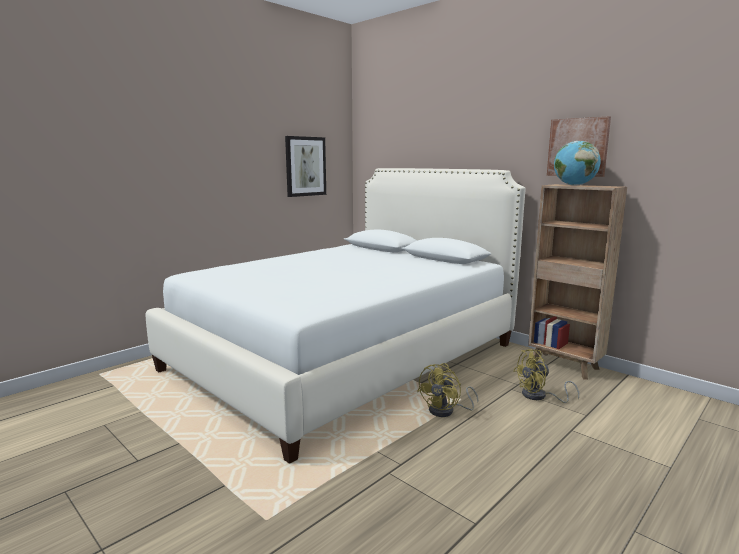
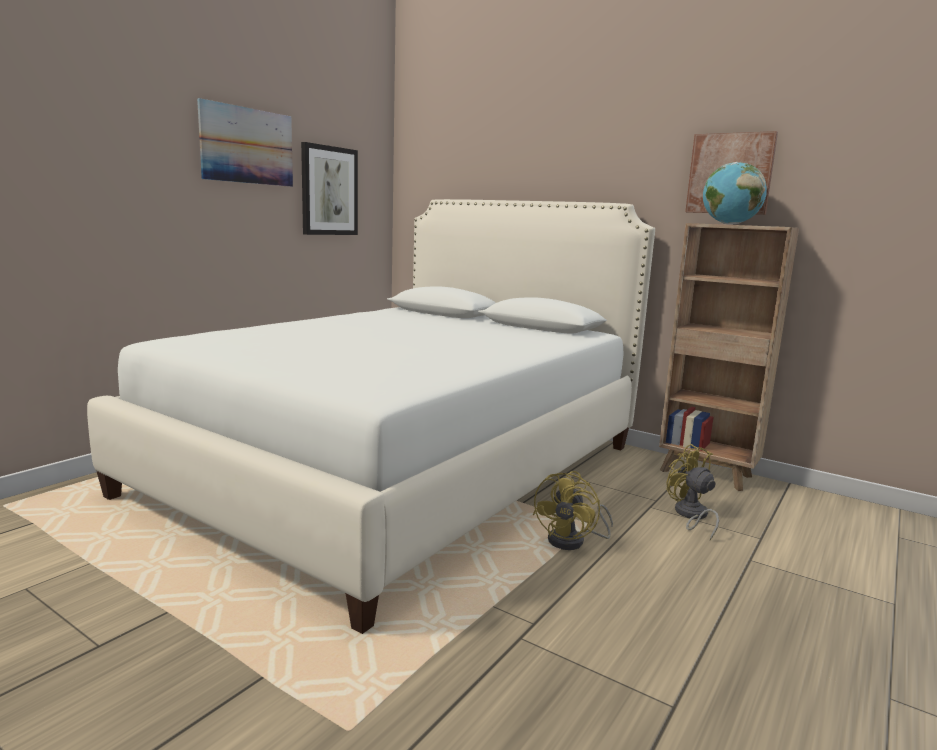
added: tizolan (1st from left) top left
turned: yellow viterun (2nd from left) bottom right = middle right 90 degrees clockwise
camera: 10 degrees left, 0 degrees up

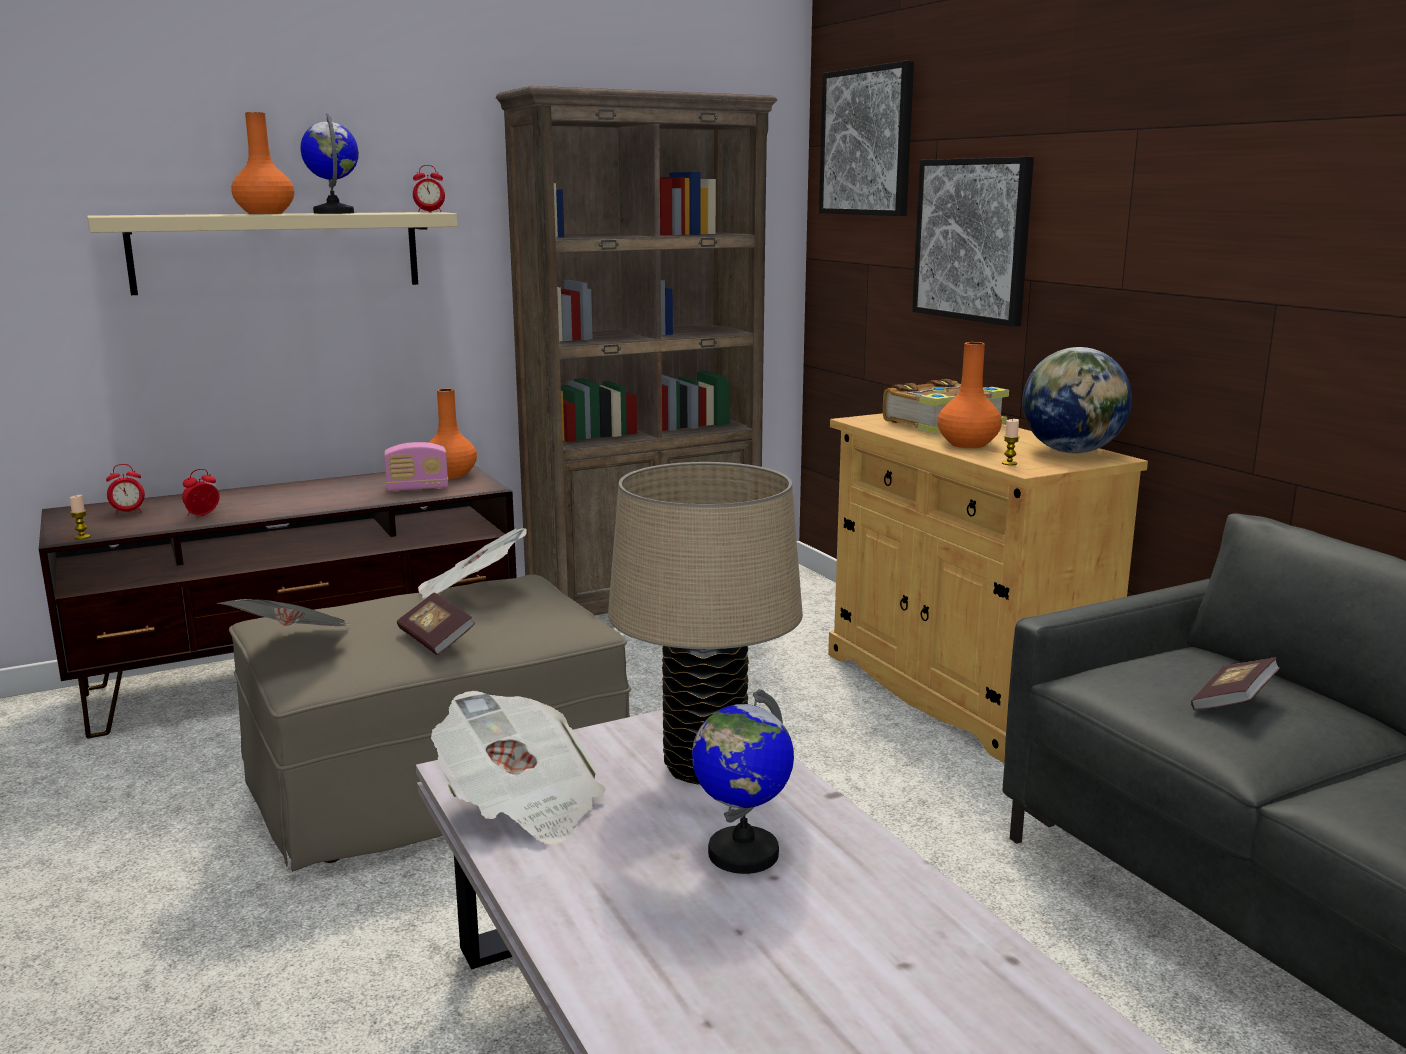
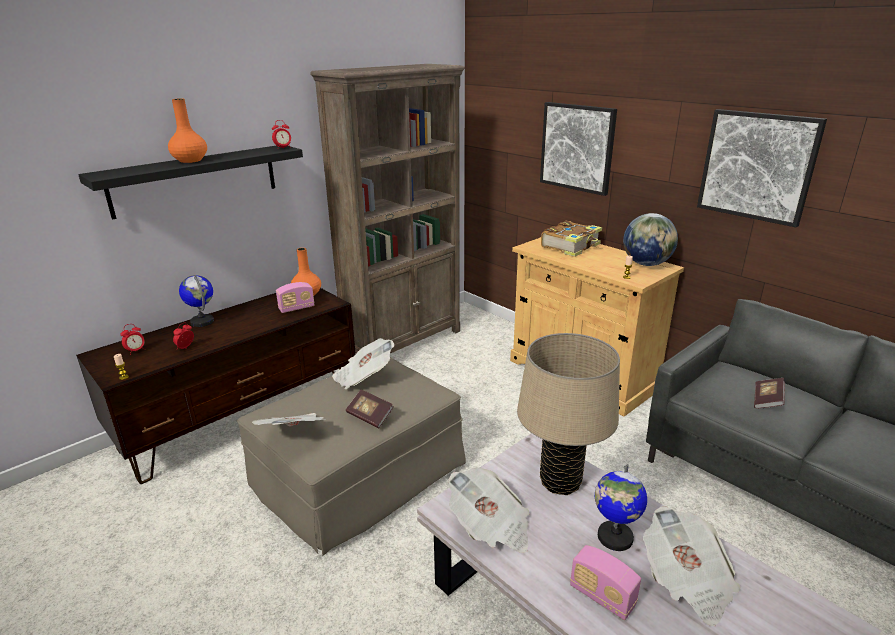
removed: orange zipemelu (3rd from left) middle right
added: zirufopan (4th from left) bottom right; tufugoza (2nd from left) bottom right
moved: tizolan (1st from left in the first image) top centre to tizolan (2nd from left) top right; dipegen (1st from left) top left to middle left
recoloured: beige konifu top left to black konifu top left
camera: 15 degrees left, 10 degrees up

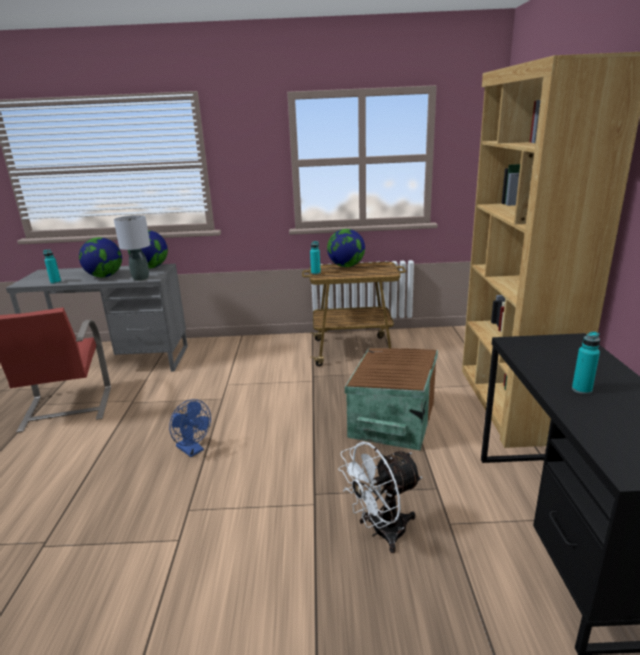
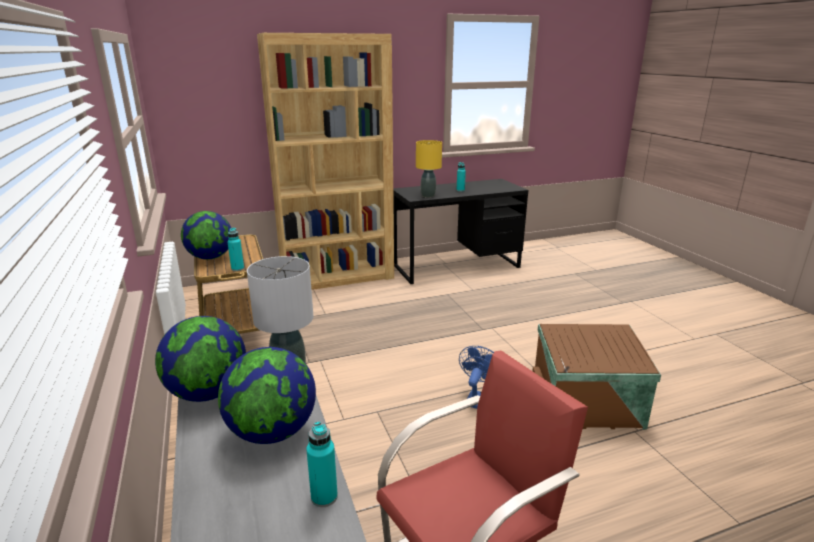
removed: white viterun bottom centre
added: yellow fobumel top centre
moved: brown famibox centre to bottom right
camera: 110 degrees left, 0 degrees up

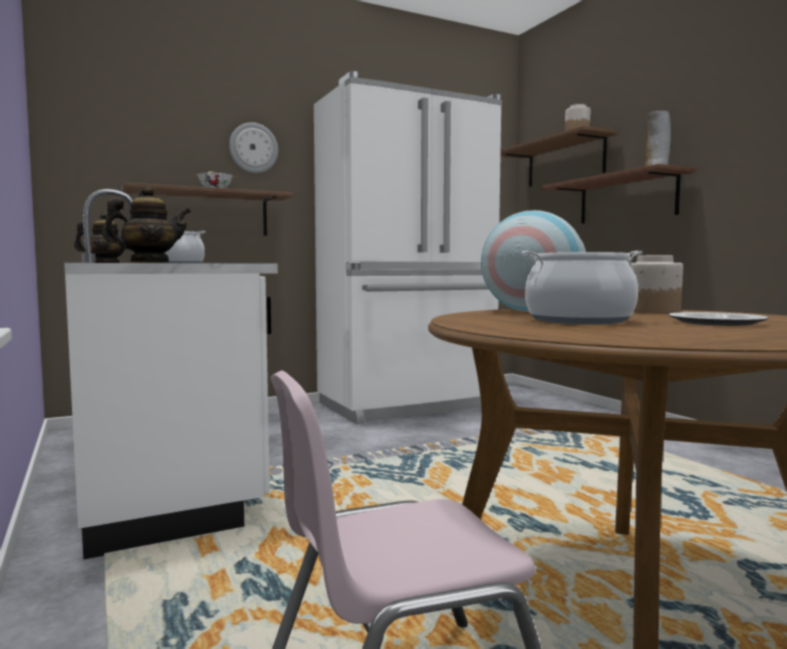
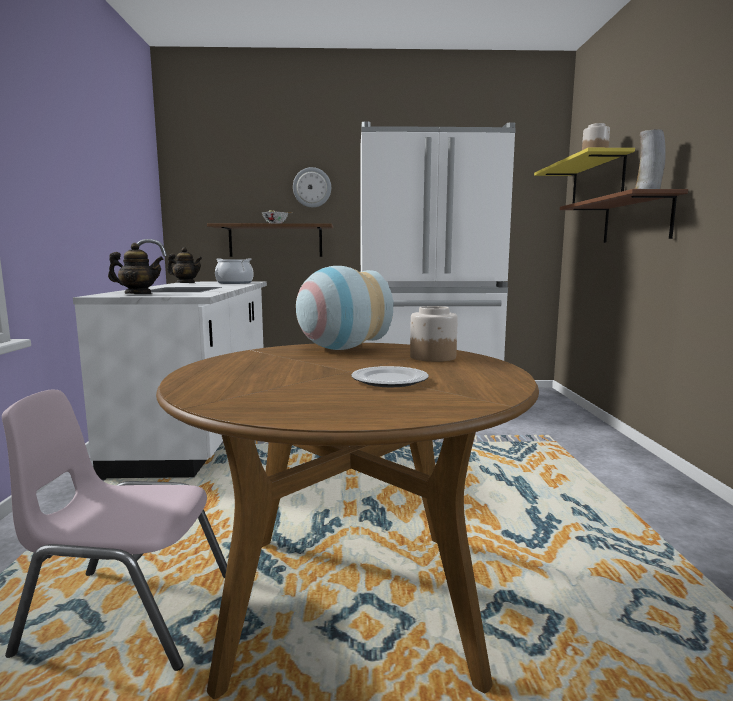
removed: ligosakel (2nd from left) middle right
recoloured: brown konifu (2nd from left) top right to yellow konifu top right
camera: 25 degrees right, 5 degrees up

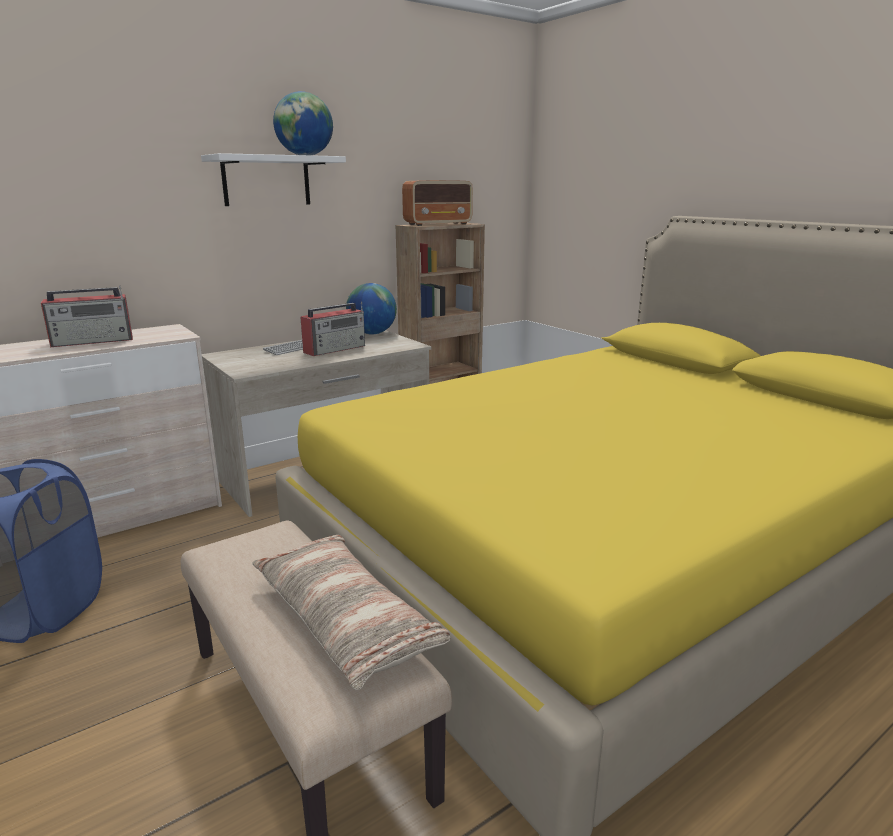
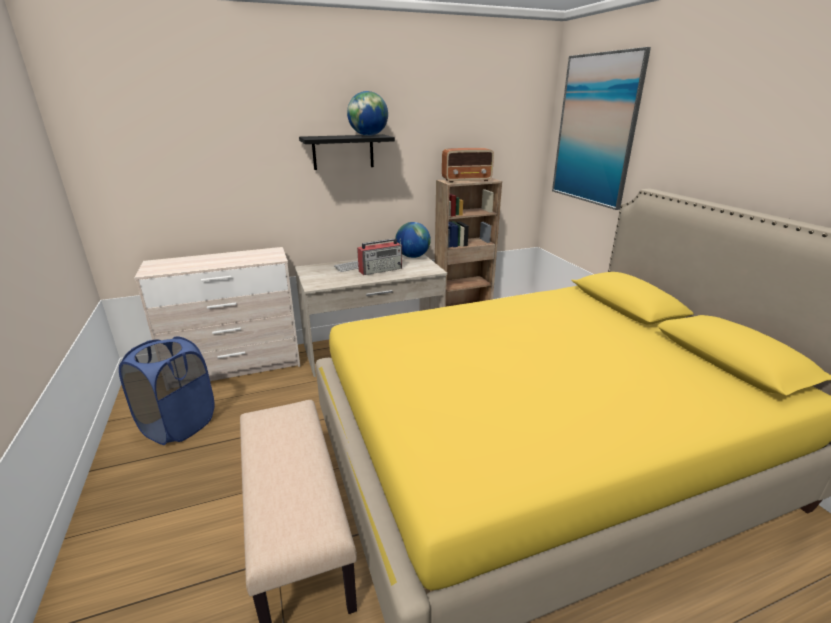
removed: tufugoza (1st from left) middle left; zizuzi bottom centre
added: tizolan top right
recoloured: white konifu top left to black konifu top centre
camera: 15 degrees right, 5 degrees up

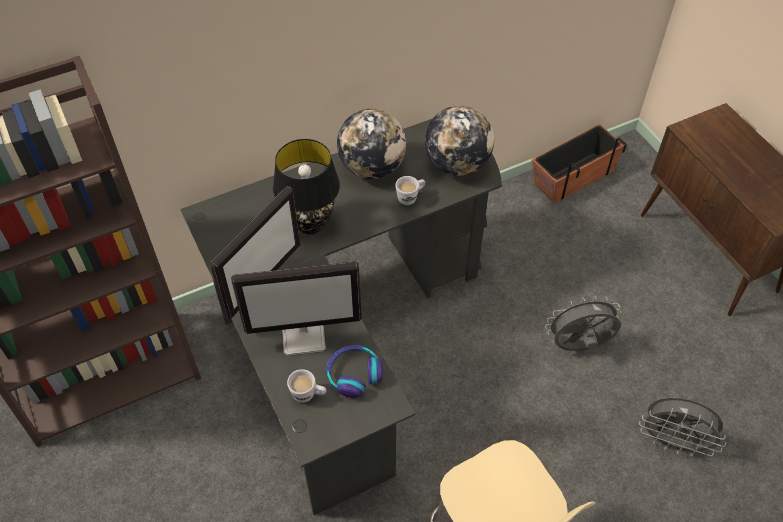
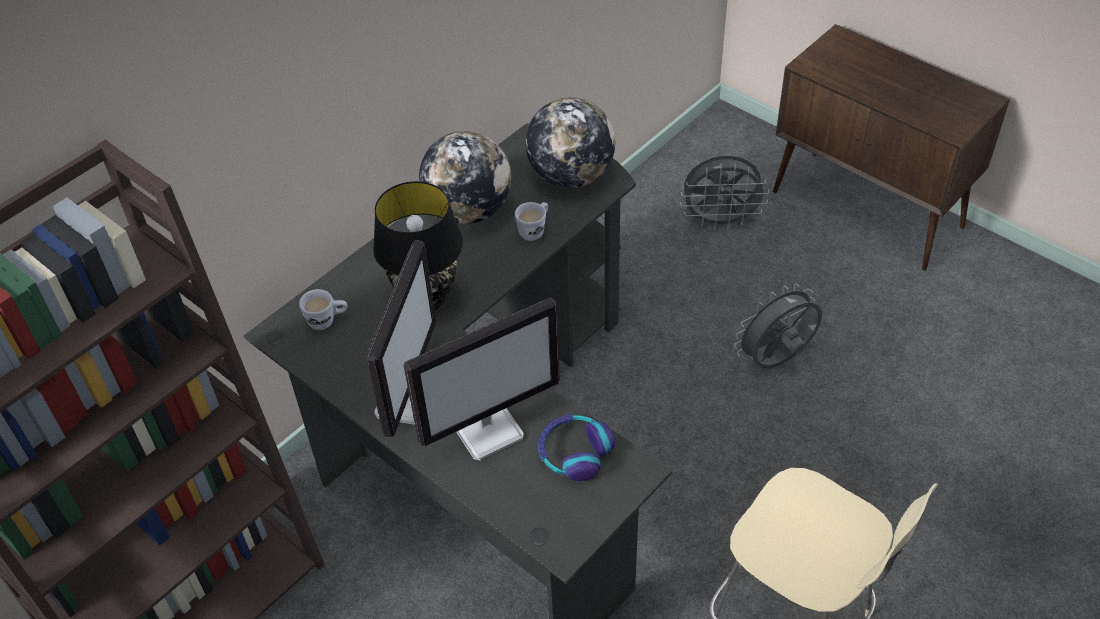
removed: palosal top right
moved: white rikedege (1st from left) bottom centre to middle left; grey viterun (2nd from left in the first image) bottom right to grey viterun (1st from left) top centre
camera: 20 degrees left, 5 degrees down

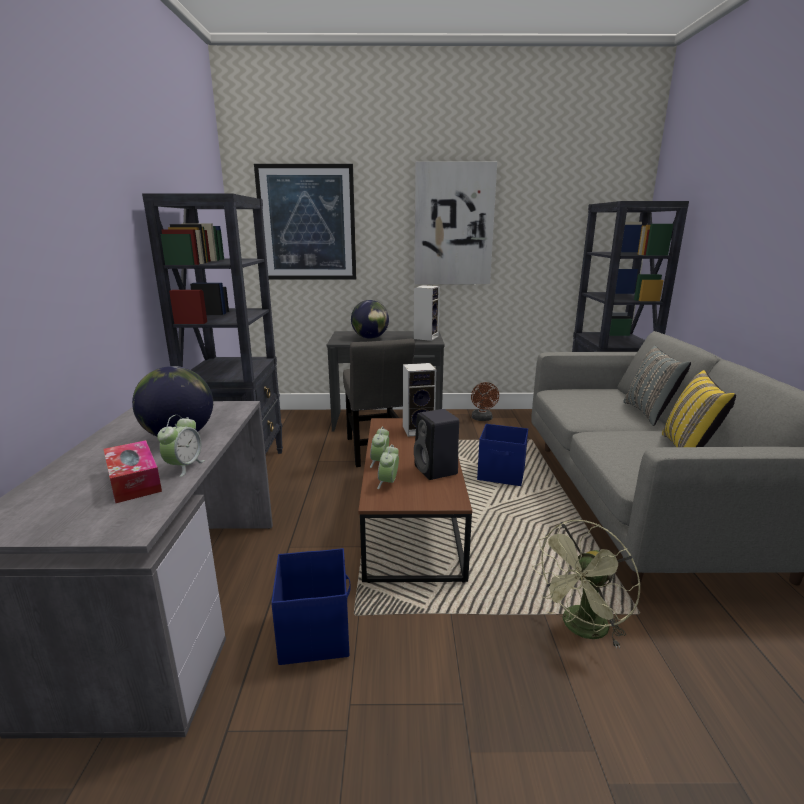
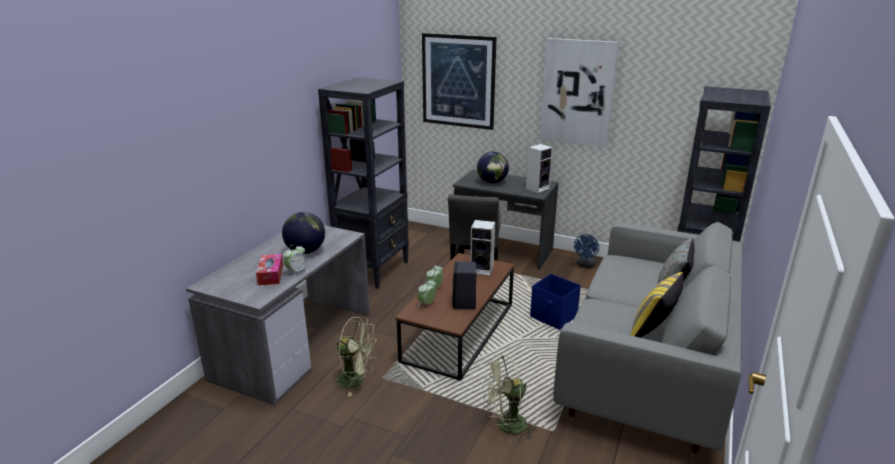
replaced: blue famibox (1st from left) bottom centre to green viterun (1st from left) bottom centre
recoloured: brown viterun centre to blue viterun centre
camera: 25 degrees right, 5 degrees up

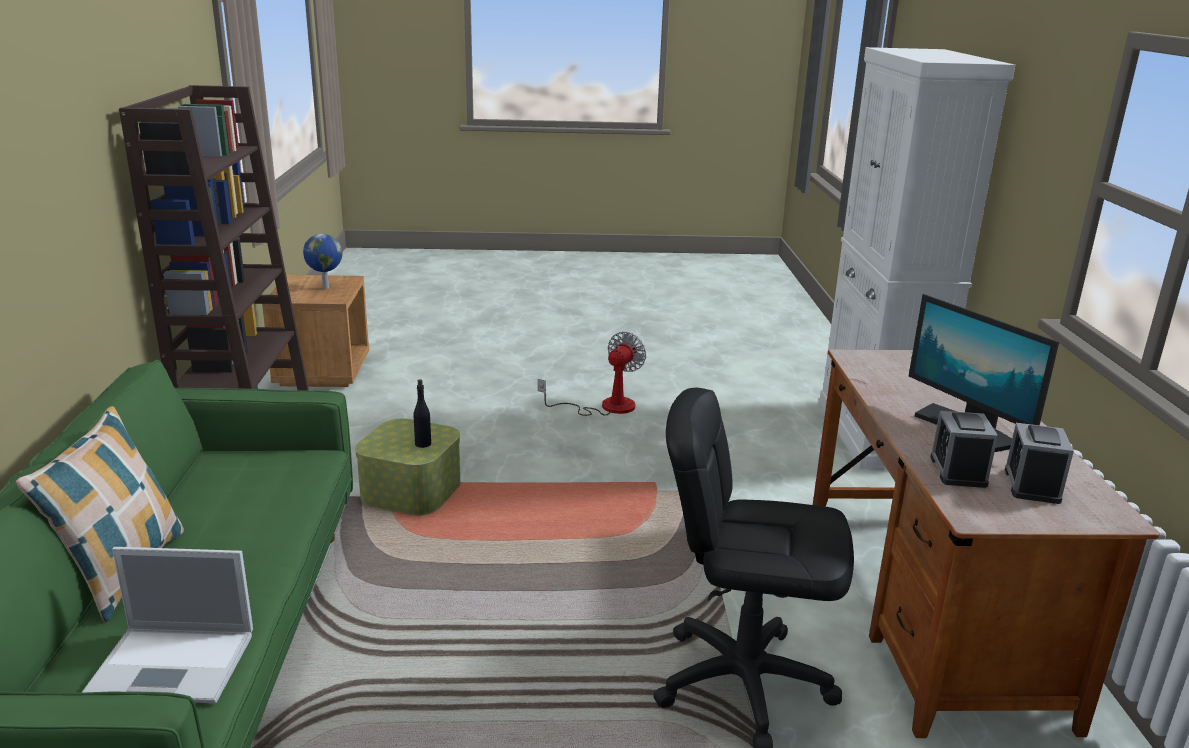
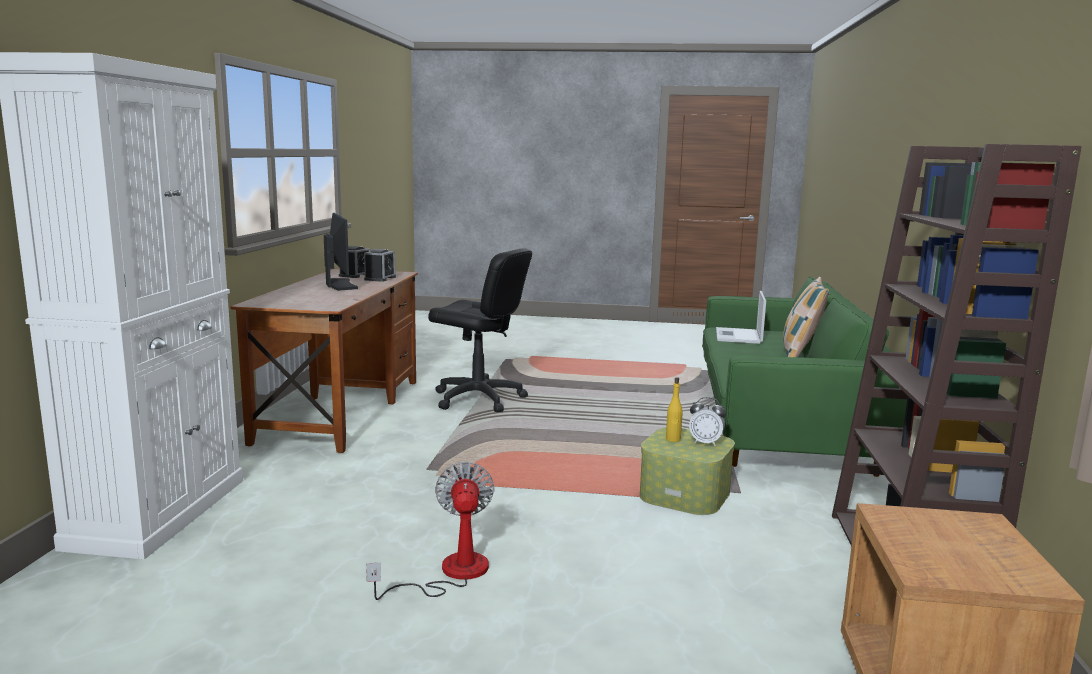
removed: dipegen middle left
added: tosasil (3rd from left) centre
recoloured: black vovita centre to yellow vovita centre
turned: viterun centre = bottom centre 135 degrees clockwise; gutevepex bottom left = middle right 90 degrees counterclockwise
camera: 170 degrees left, 10 degrees down

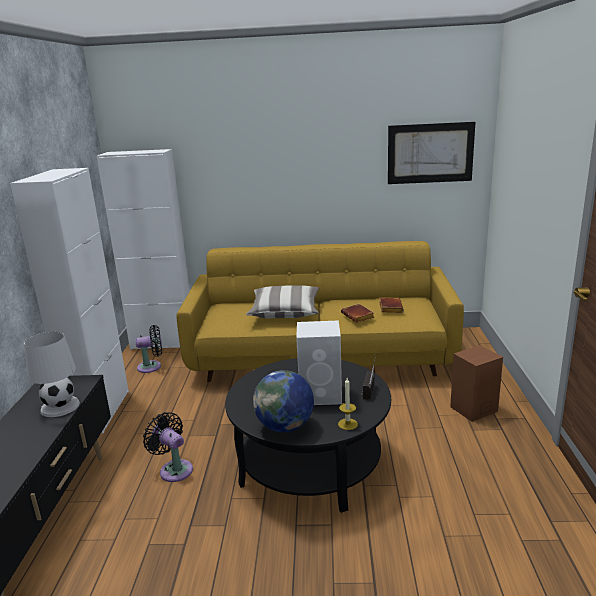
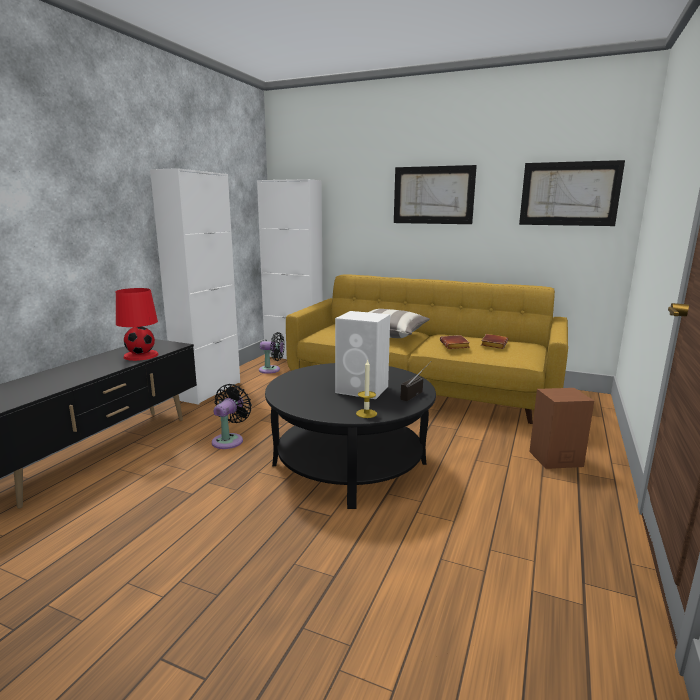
removed: dipegen bottom centre
added: tizolan (1st from left) top centre
recoloured: white fobumel middle left to red fobumel middle left
turned: black viterun (2nd from left in the first image) bottom left = middle left 45 degrees clockwise
camera: 20 degrees right, 5 degrees down

